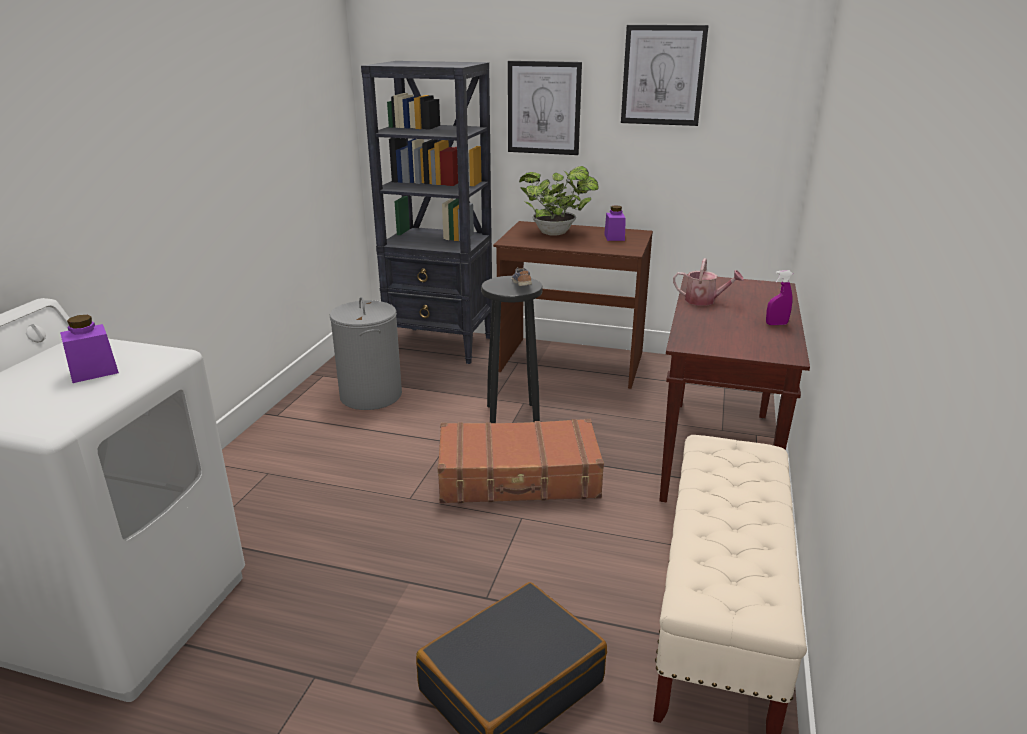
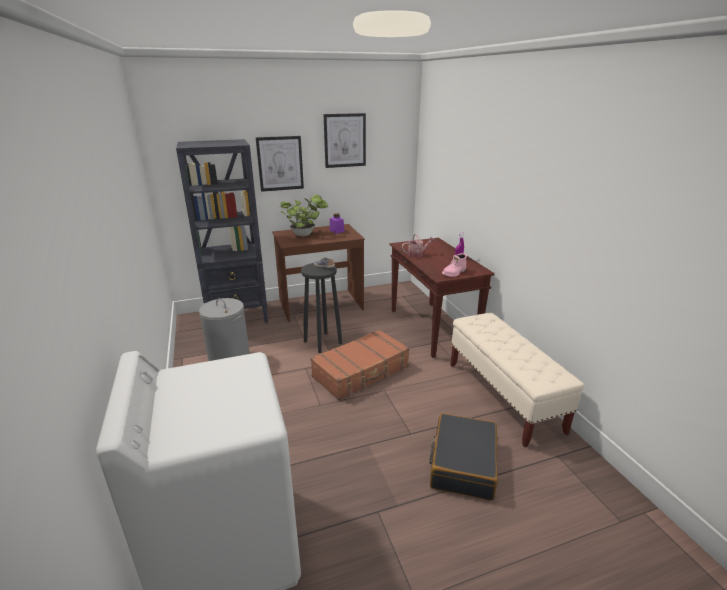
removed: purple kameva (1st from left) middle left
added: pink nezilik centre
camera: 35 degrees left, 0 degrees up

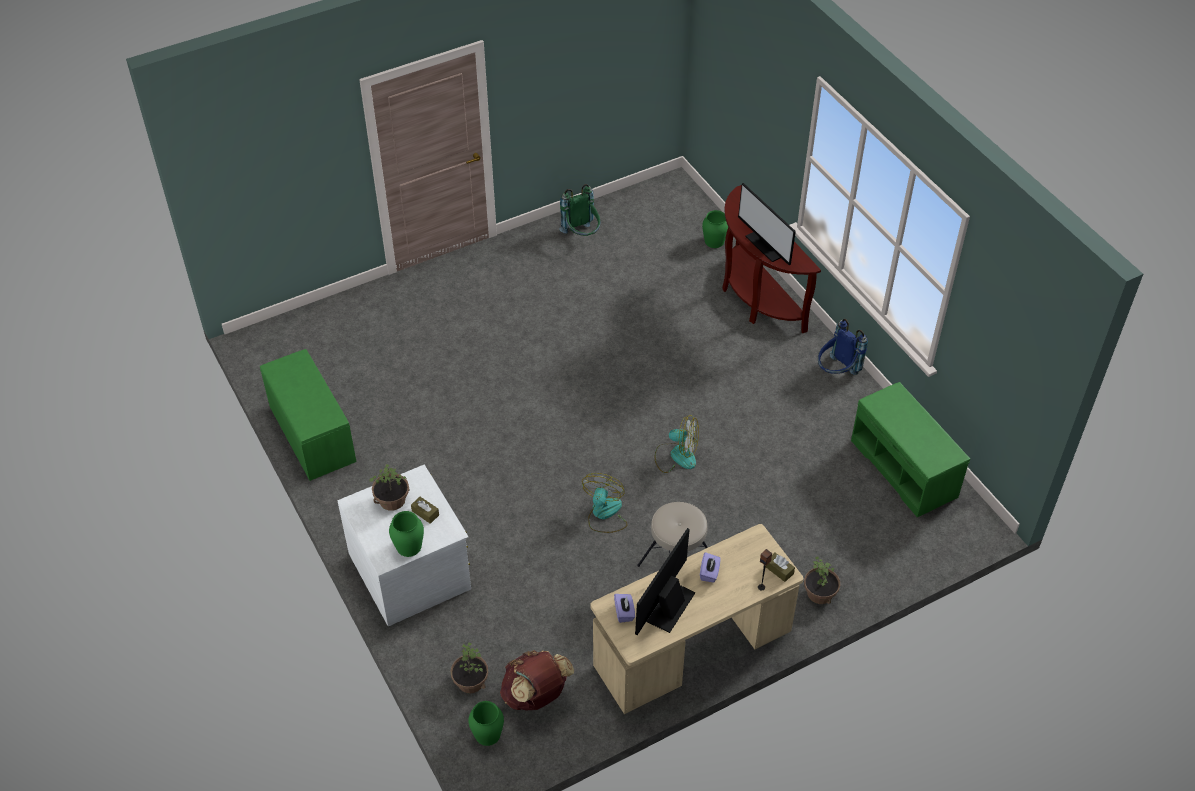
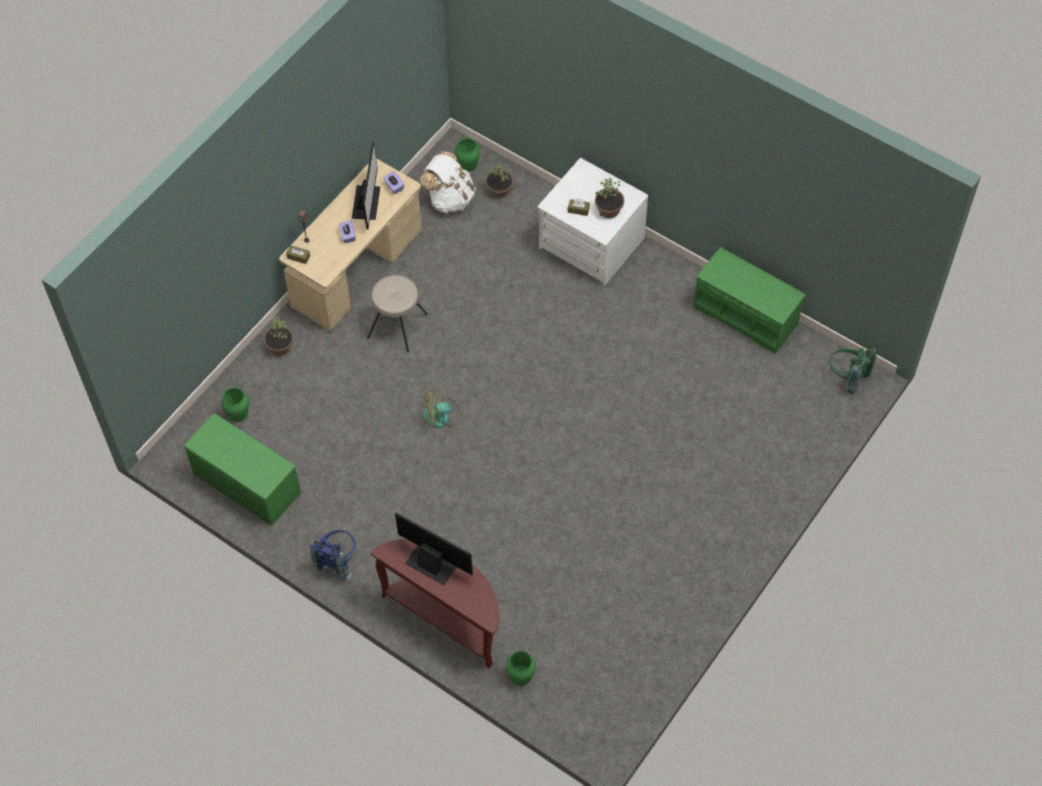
removed: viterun (1st from left) centre
moved: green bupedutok top centre to middle right; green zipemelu (1st from left) bottom centre to middle left
recoloured: brown bupedutok bottom centre to white bupedutok top centre
camera: 155 degrees right, 10 degrees up

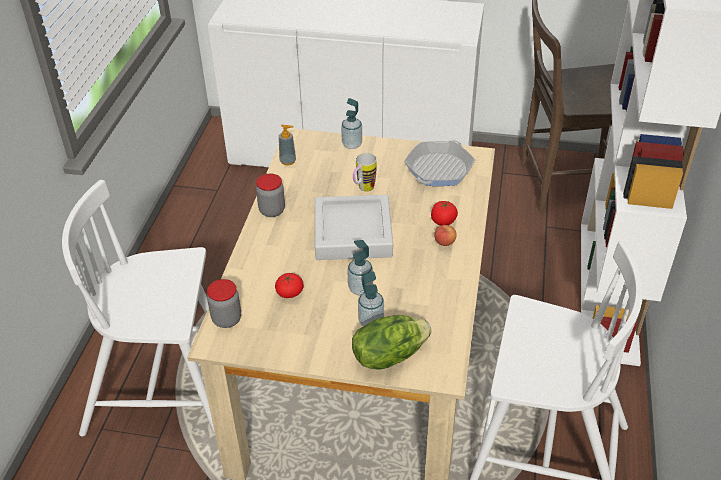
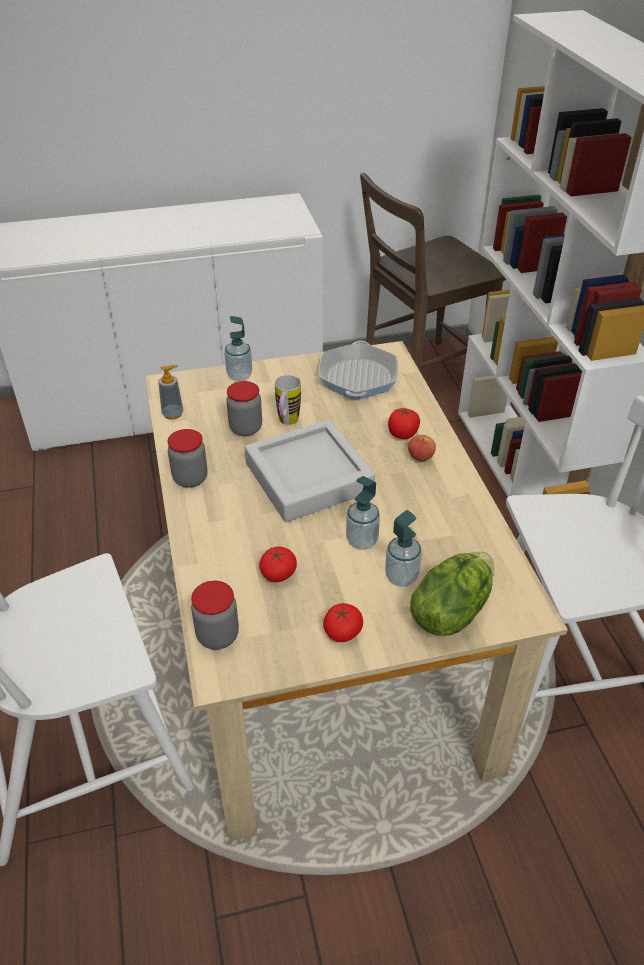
added: kameva (3rd from left) centre; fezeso (2nd from left) centre
camera: 25 degrees left, 0 degrees up

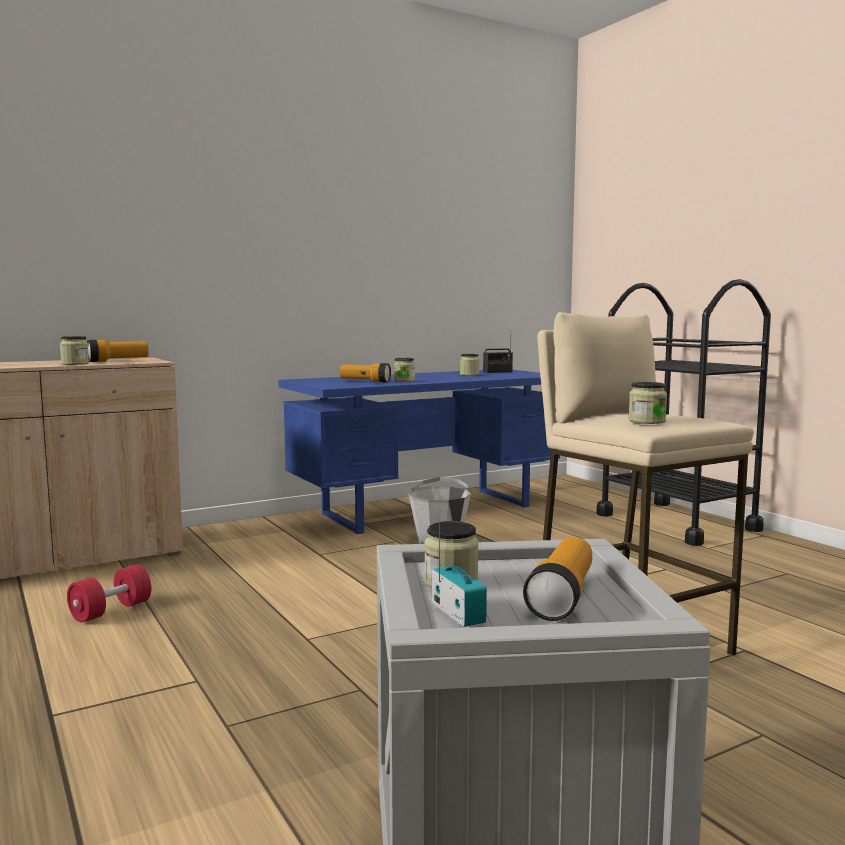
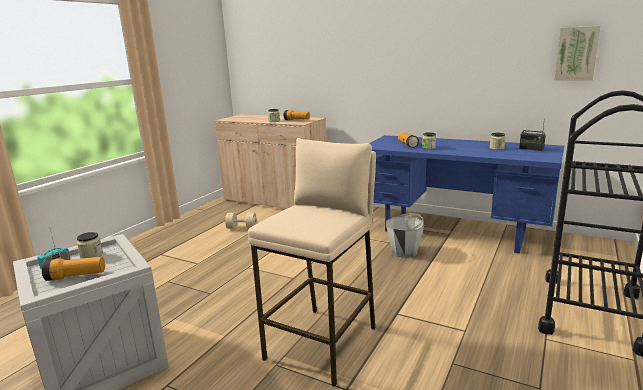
removed: kameva (5th from left) middle right
added: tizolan top right
recoloured: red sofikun bottom left to beige sofikun centre
camera: 60 degrees right, 10 degrees up

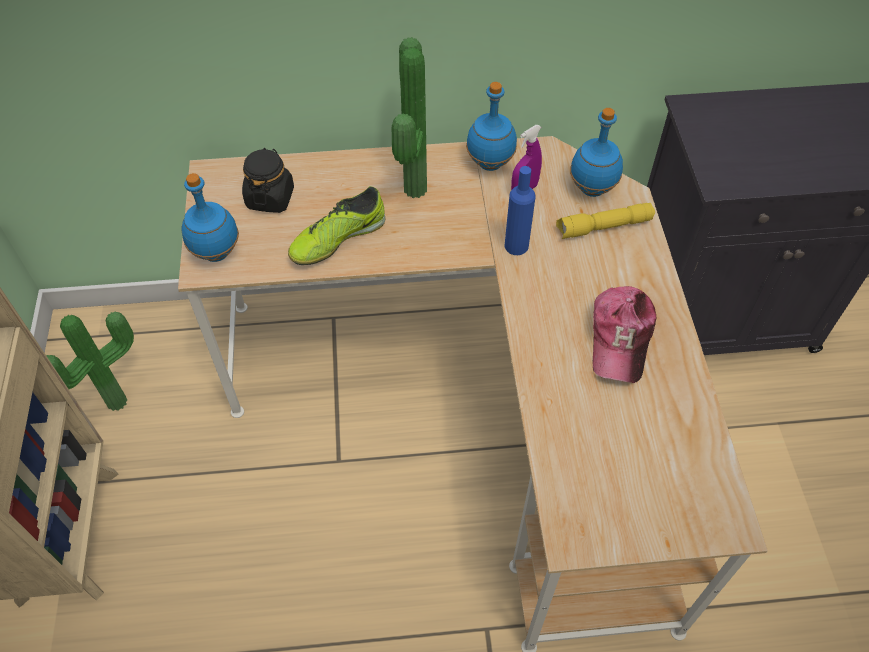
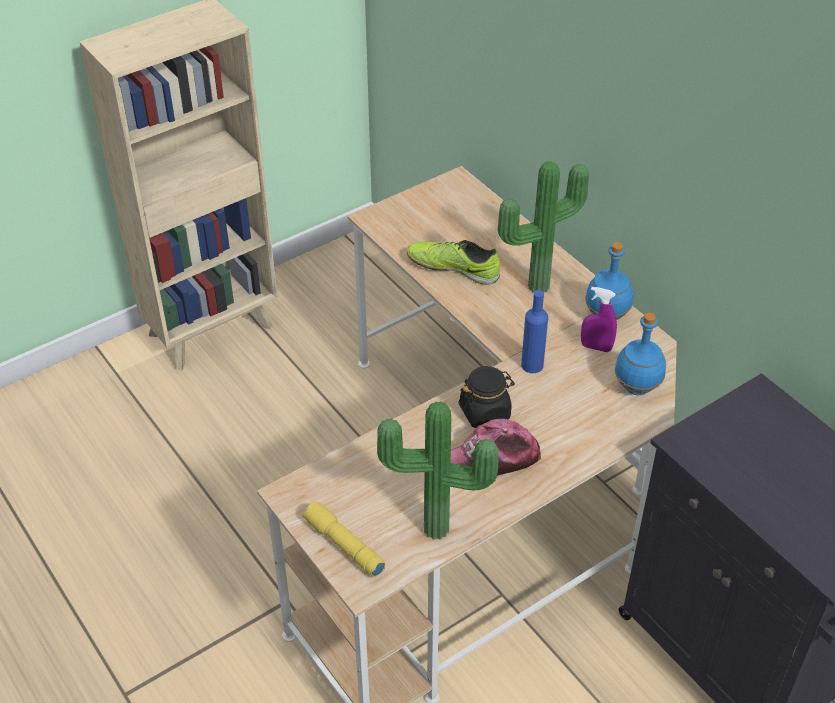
removed: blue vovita (1st from left) top left
moved: black kameva top left to centre; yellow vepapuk middle right to bottom centre; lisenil (1st from left) middle left to bottom centre
camera: 60 degrees right, 10 degrees down

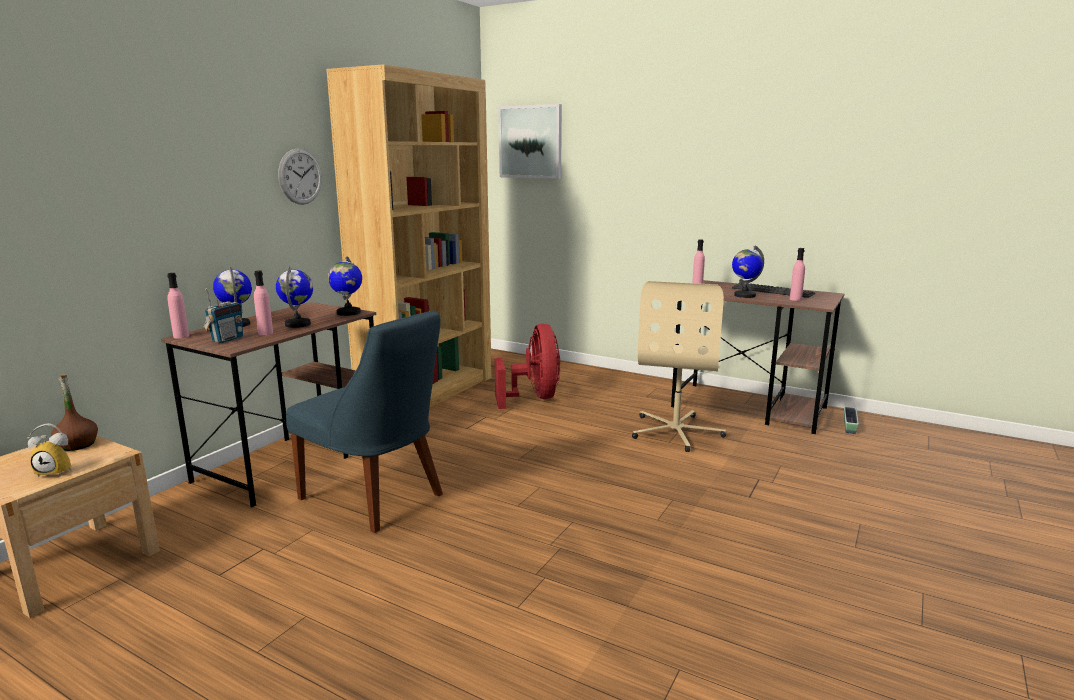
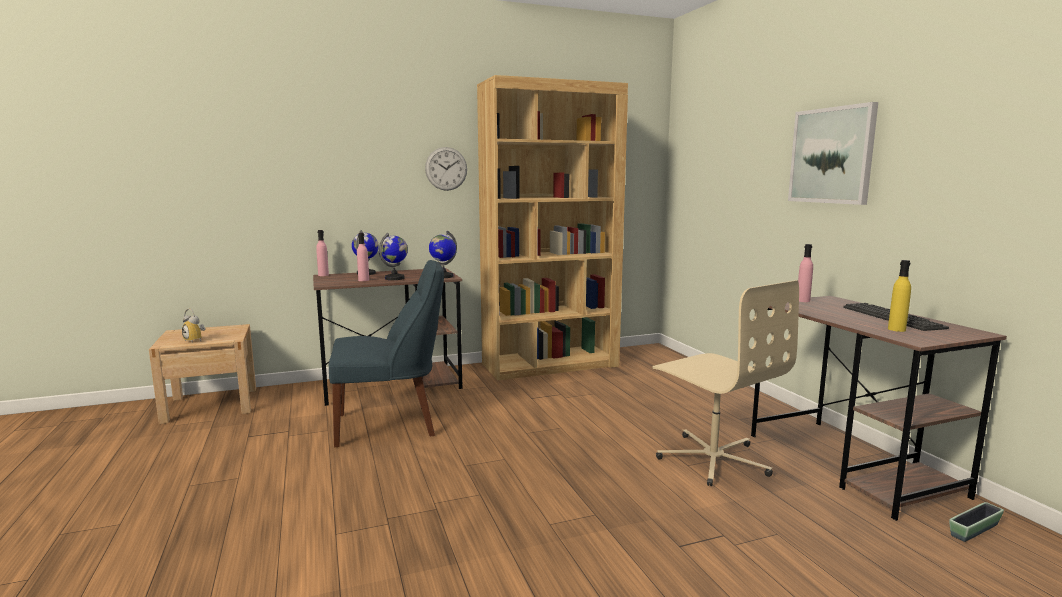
removed: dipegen (4th from left) middle right; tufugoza middle left; red viterun centre; brown vovita middle left
moved: tizolan top centre to top right
recoloured: pink vovita (4th from left) middle right to yellow vovita middle right
turned: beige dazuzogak centre = middle right 90 degrees counterclockwise; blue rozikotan centre = centre 90 degrees counterclockwise
camera: 40 degrees right, 5 degrees down

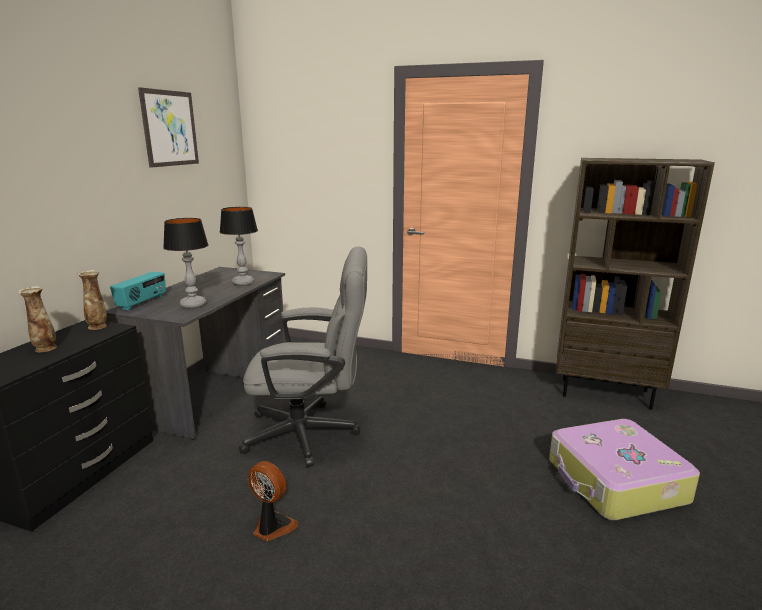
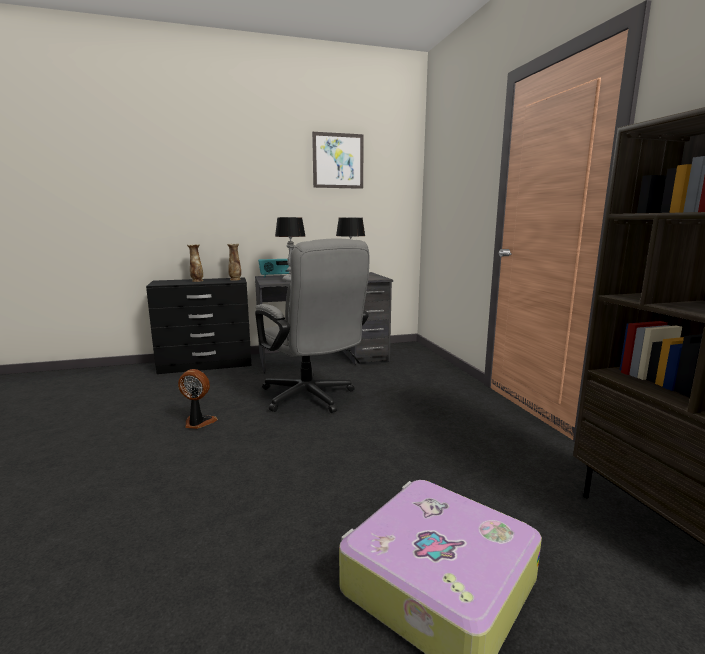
turned: viterun bottom centre = middle left 75 degrees counterclockwise
camera: 55 degrees right, 5 degrees down

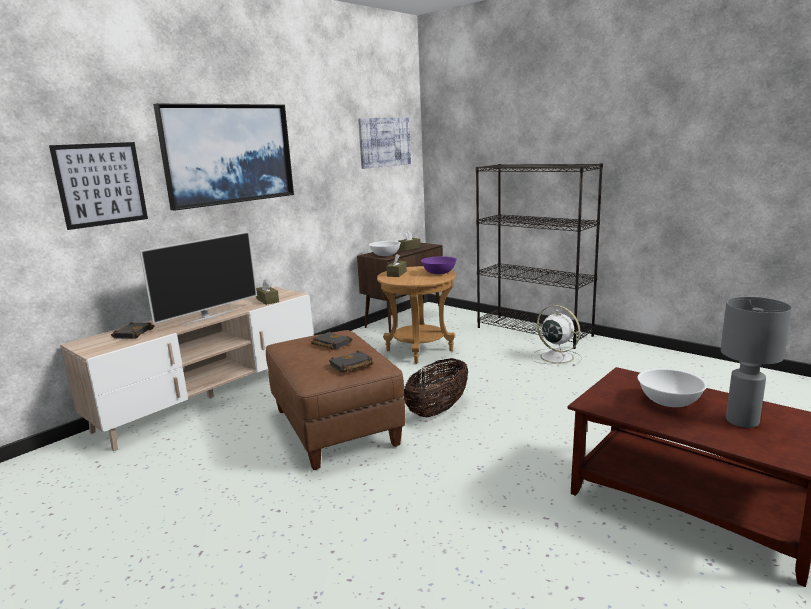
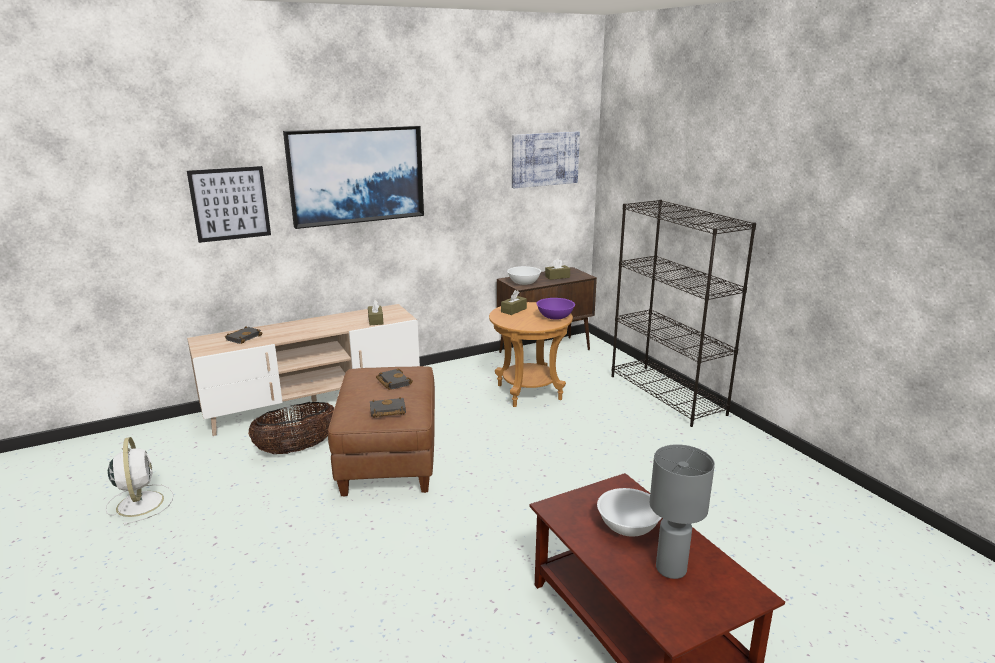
removed: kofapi middle left
moved: white viterun middle right to bottom left; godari centre to middle left
camera: 20 degrees right, 5 degrees up

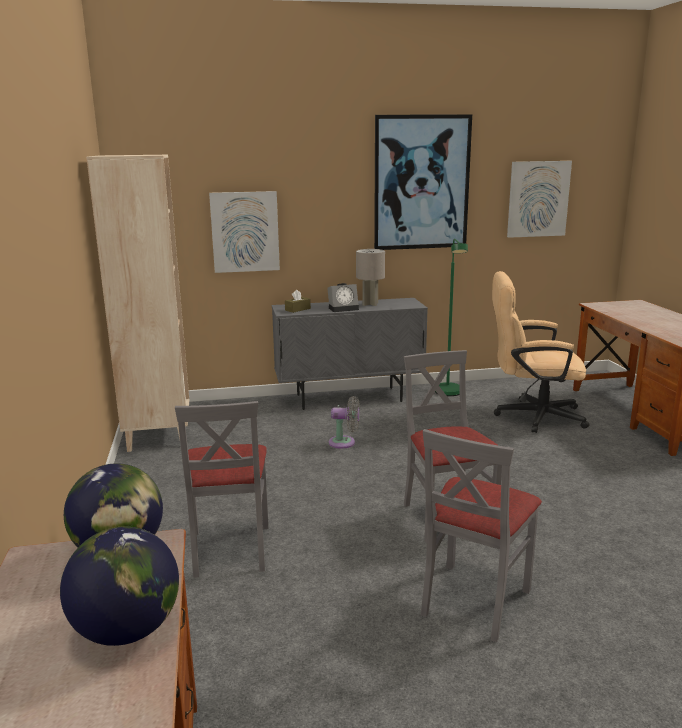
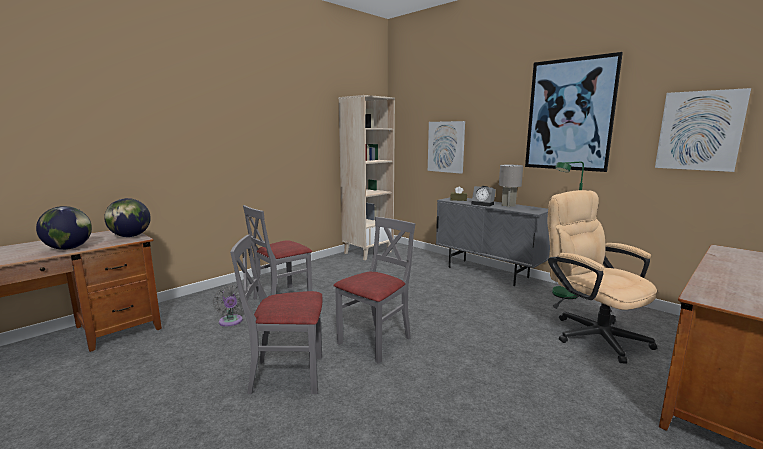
moved: grey viterun centre to bottom left
camera: 55 degrees right, 5 degrees down

